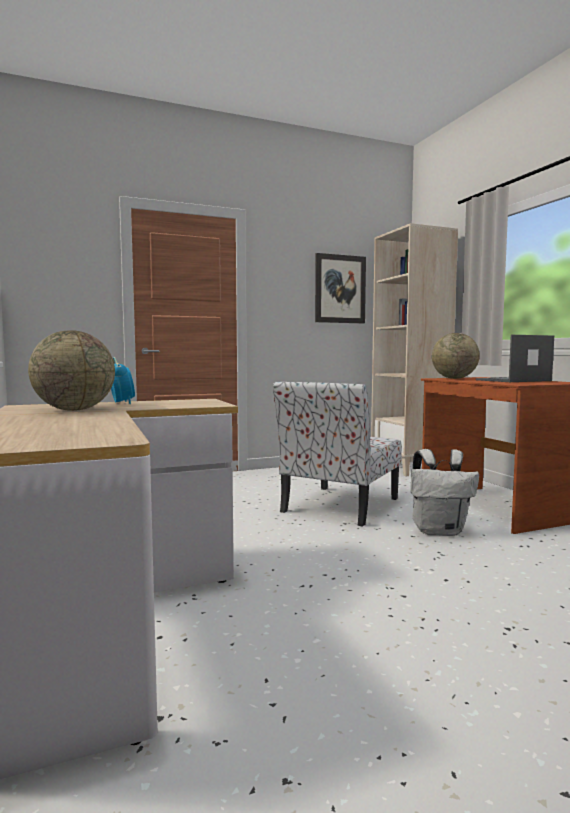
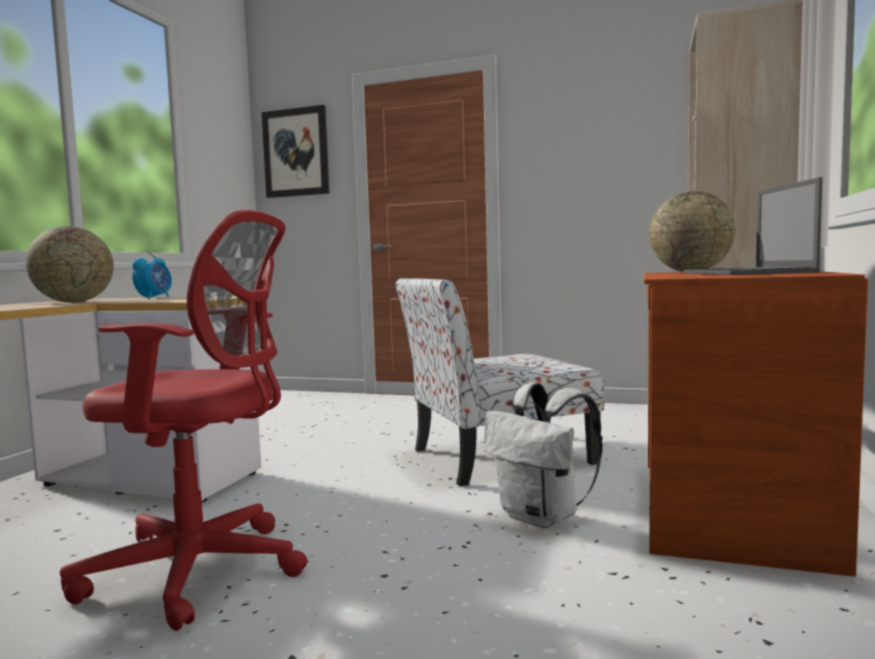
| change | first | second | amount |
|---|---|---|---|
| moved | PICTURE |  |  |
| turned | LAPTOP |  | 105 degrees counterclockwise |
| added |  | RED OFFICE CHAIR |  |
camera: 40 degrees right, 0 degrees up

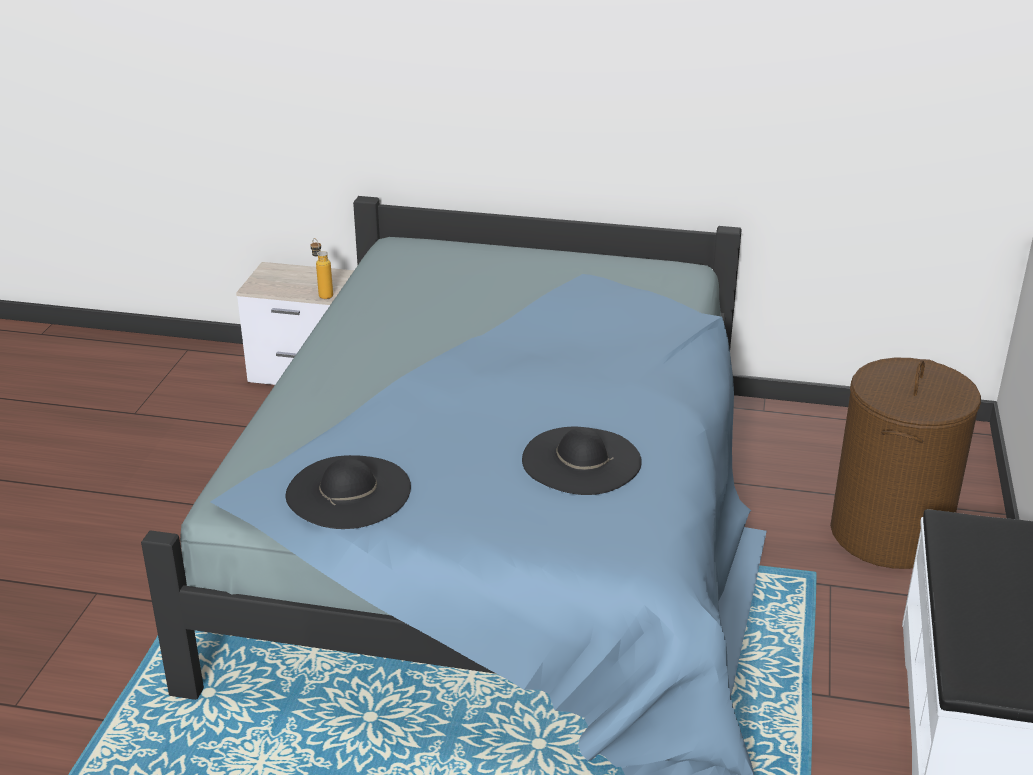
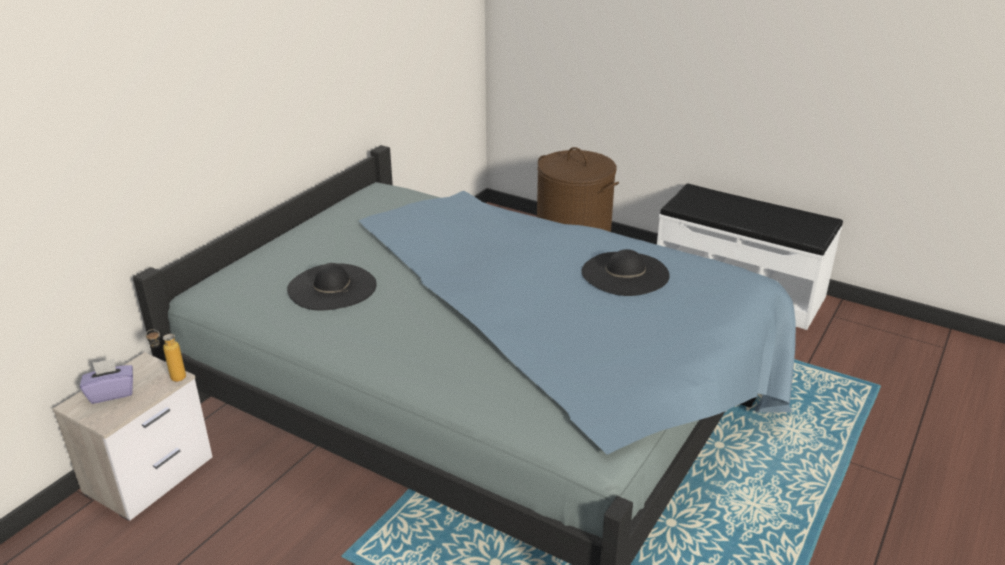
| change | first | second | amount |
|---|---|---|---|
| moved | BLACK HAT (1st from left) |  |  |
| added |  | PURPLE TISSUE BOX |  |
camera: 70 degrees left, 0 degrees up

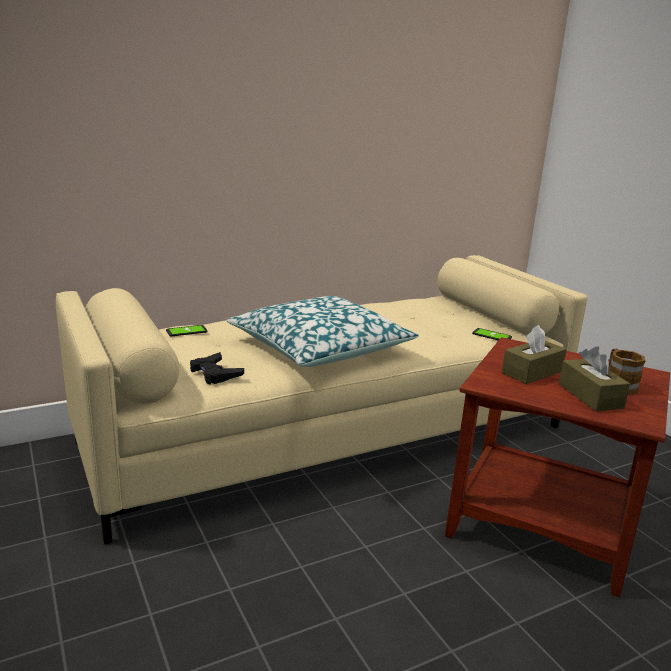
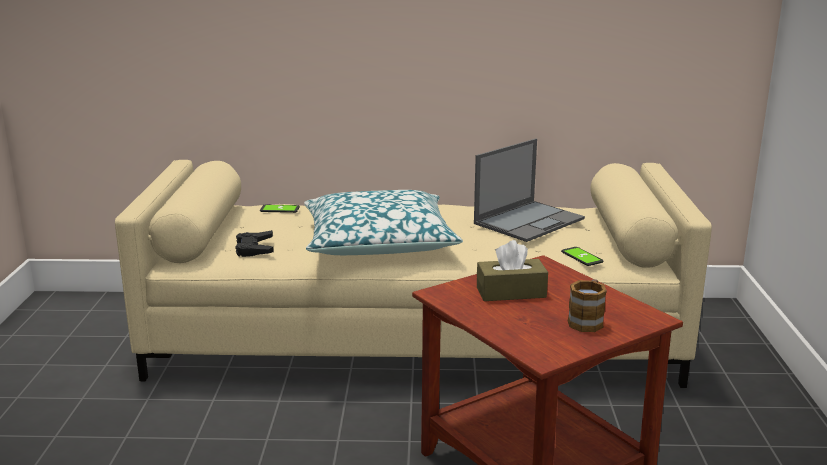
| change | first | second | amount |
|---|---|---|---|
| removed | BROWN TISSUE BOX (2nd from left) |  |  |
| added |  | LAPTOP |  |
camera: 30 degrees right, 0 degrees up

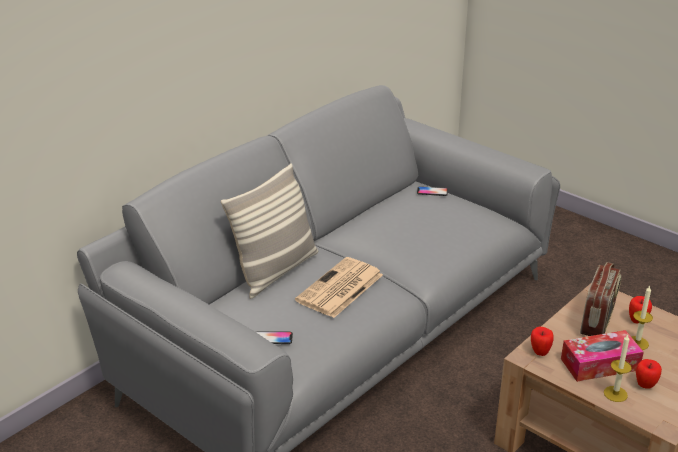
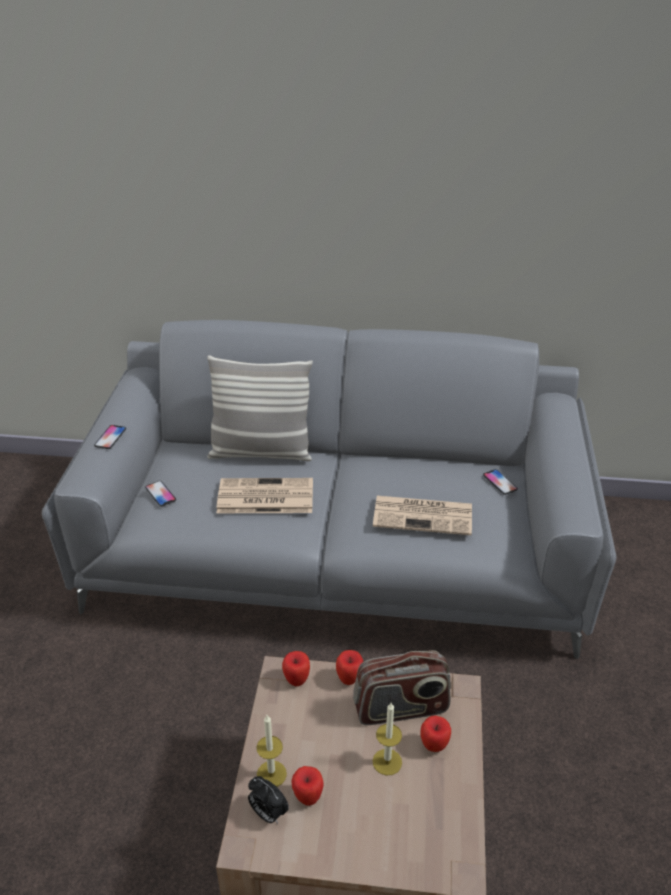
| change | first | second | amount |
|---|---|---|---|
| removed | TISSUE BOX |  |  |
| added |  | PHONE (1st from left) |  |
| added |  | ALARM CLOCK |  |
| added |  | APPLE (3rd from left) |  |
| added |  | NEWSPAPER (2nd from left) |  |
camera: 55 degrees right, 5 degrees up

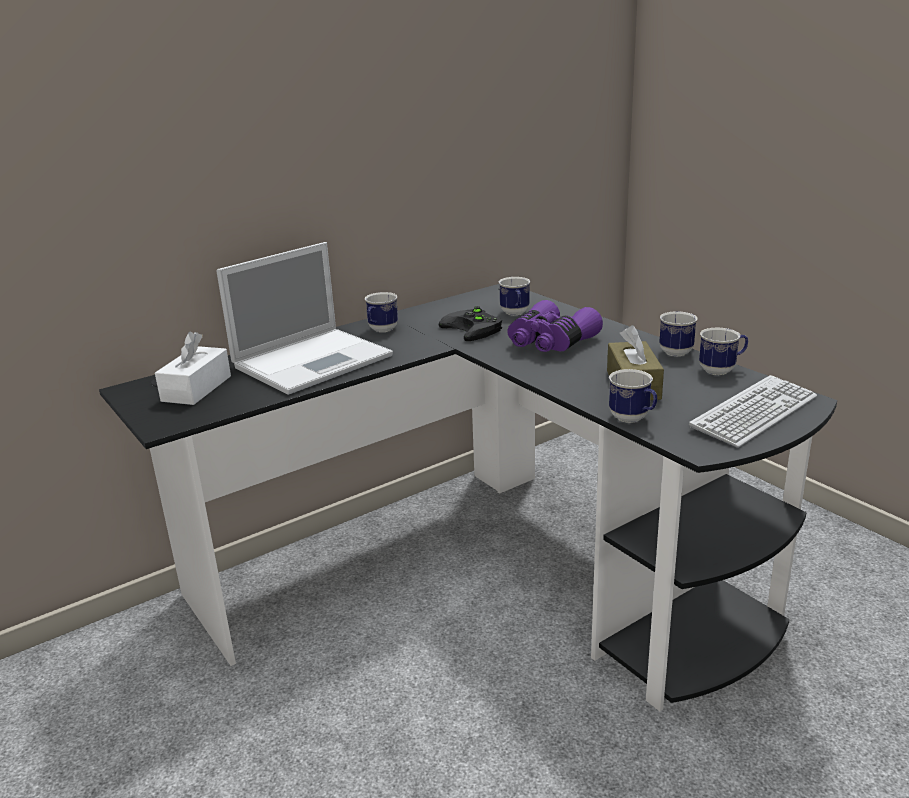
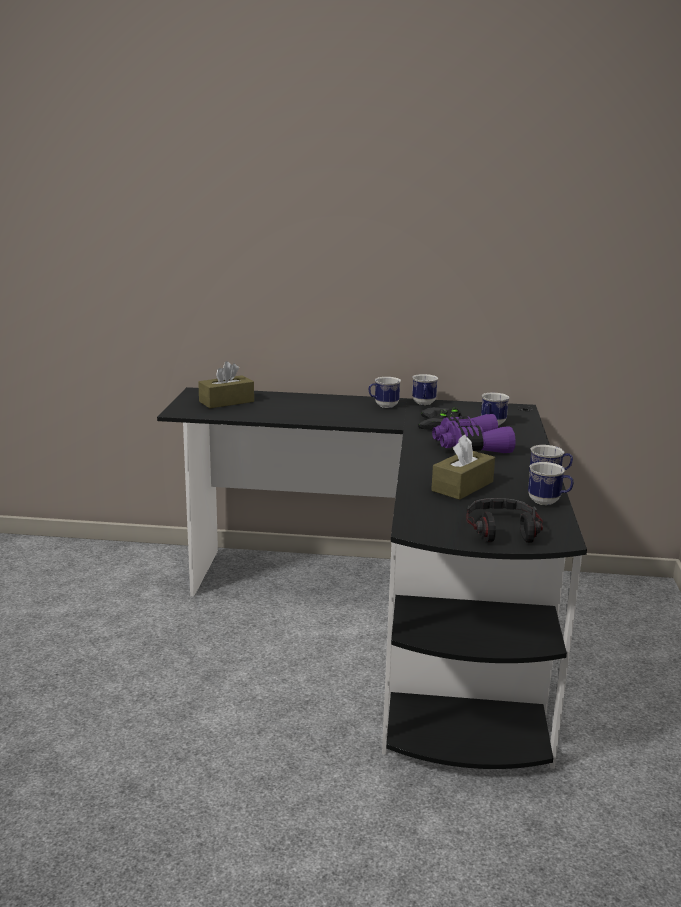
| change | first | second | amount |
|---|---|---|---|
| recoloured | WHITE TISSUE BOX | BROWN TISSUE BOX (1st from left) |  |
| removed | LAPTOP |  |  |
| moved | MUG (3rd from left in the first image) | MUG (2nd from left) |  |
| replaced | KEYBOARD | HEADPHONES |  |
camera: 40 degrees right, 5 degrees down

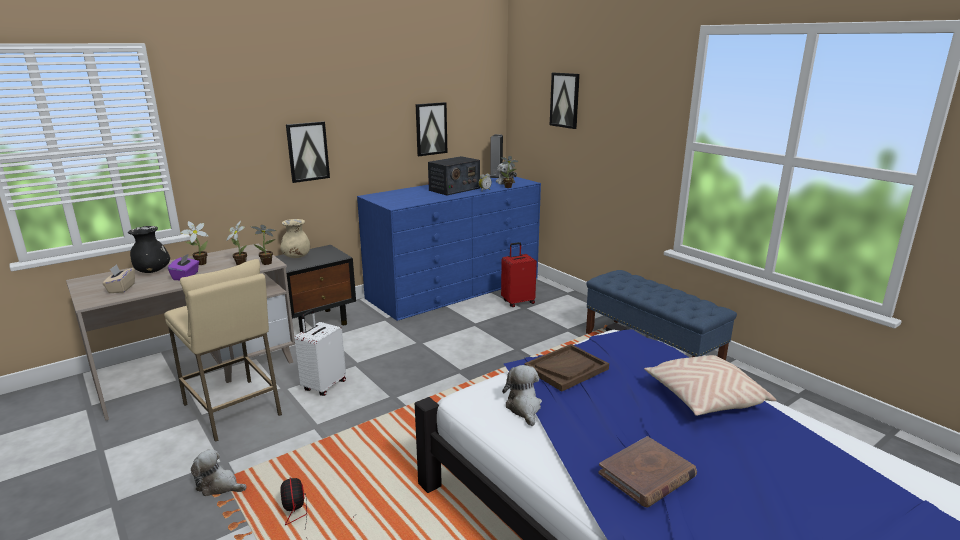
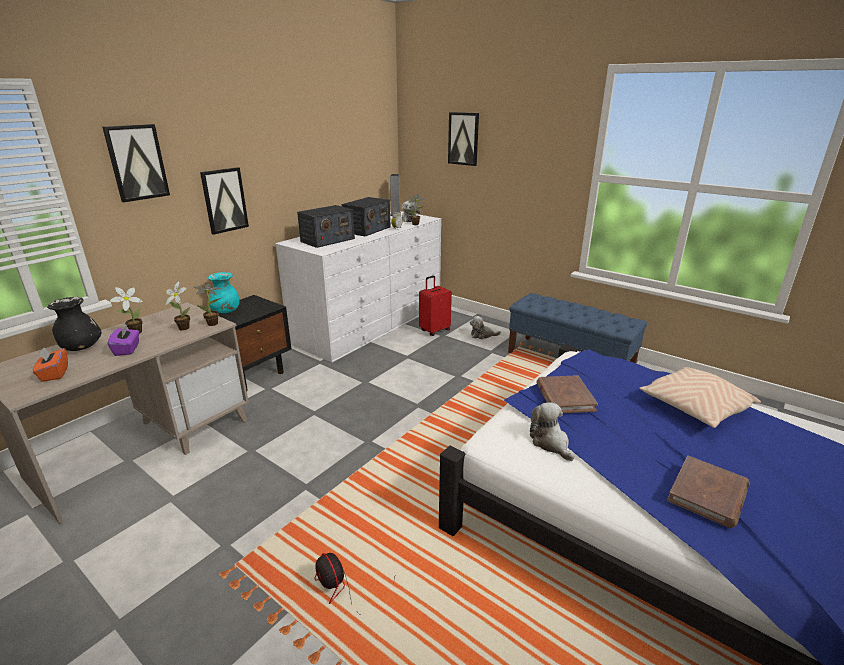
| change | first | second | amount |
|---|---|---|---|
| recoloured | BEIGE TISSUE BOX | ORANGE TISSUE BOX |  |
| removed | BEIGE STOOL |  |  |
| moved | PLUSH TOY (1st from left in the first image) | PLUSH TOY (2nd from left) |  |
| recoloured | BEIGE VASE | TURQUOISE VASE |  |
| removed | WHITE SUITCASE |  |  |
| recoloured | BLUE DRESSER | WHITE DRESSER |  |
| moved | PICTURE (2nd from left in the first image) | PICTURE (1st from left) |  |
| replaced | BROWN TRAY | BROWN BOOK (1st from left) |  |
| added |  | RADIO (1st from left) |  |
camera: 15 degrees left, 5 degrees up

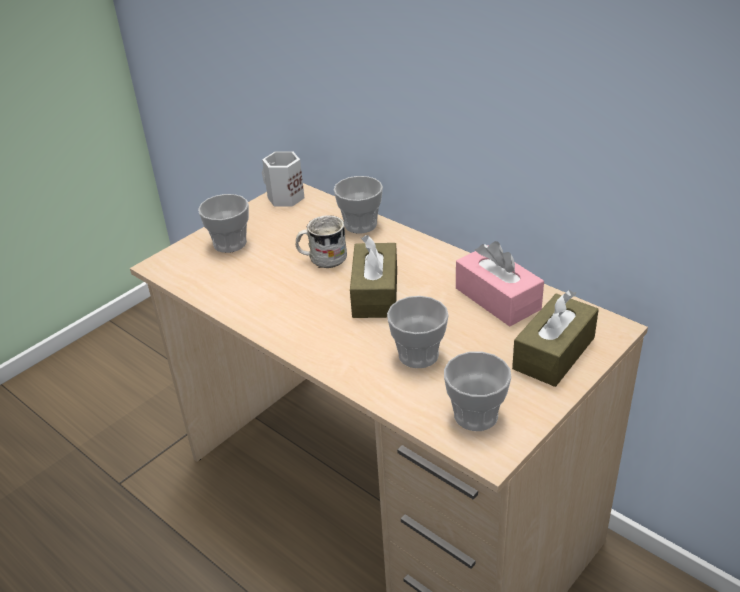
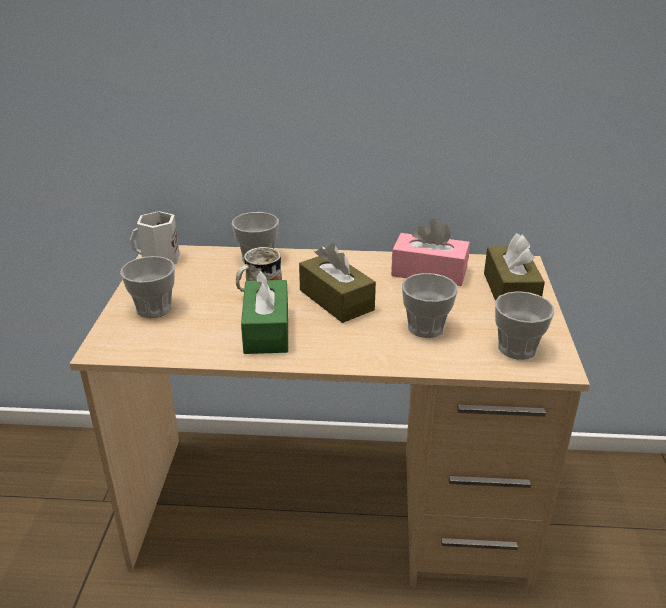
| change | first | second | amount |
|---|---|---|---|
| added |  | GREEN TISSUE BOX |  |
camera: 40 degrees left, 5 degrees down

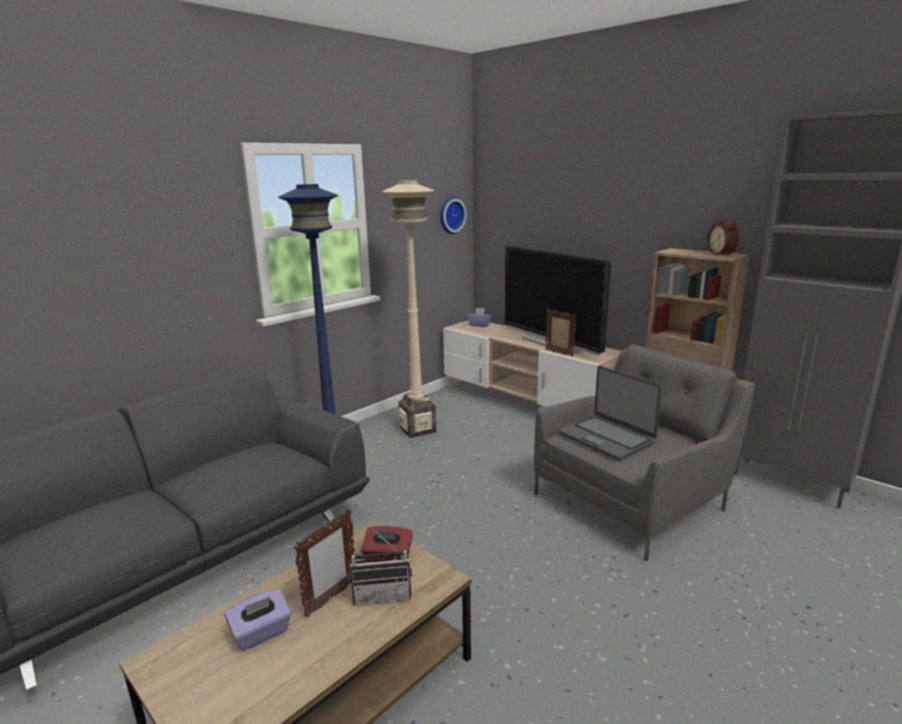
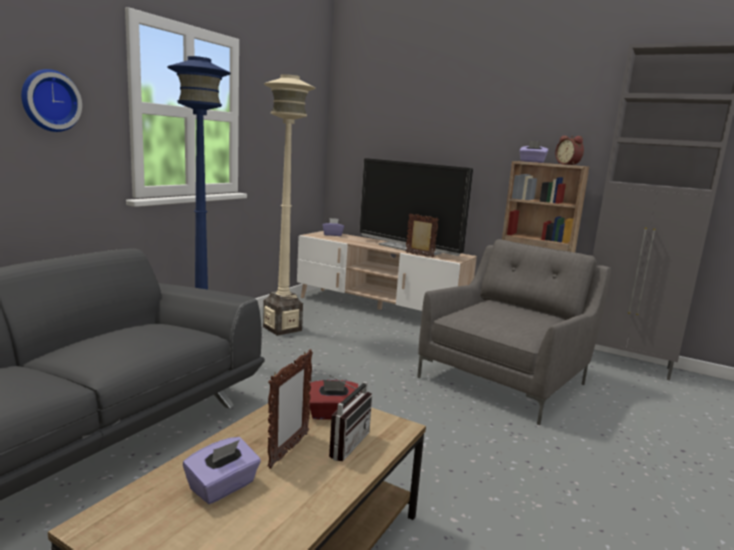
| change | first | second | amount |
|---|---|---|---|
| turned | RADIO |  | 45 degrees counterclockwise |
| moved | WALL CLOCK |  |  |
| removed | LAPTOP |  |  |
| added |  | PURPLE TISSUE BOX (3rd from left) |  |
camera: 15 degrees left, 5 degrees down

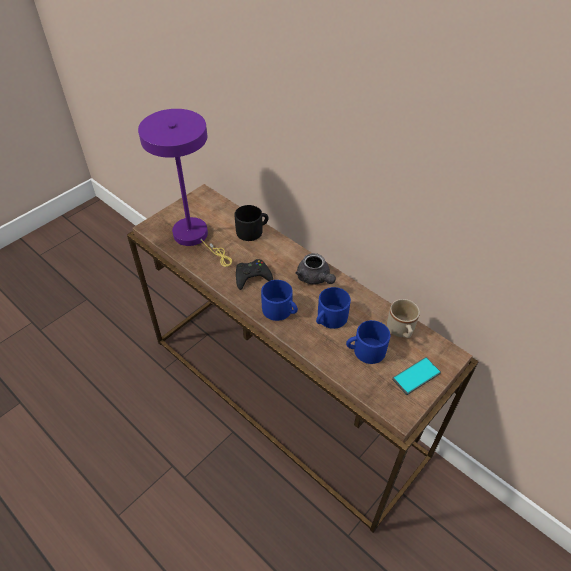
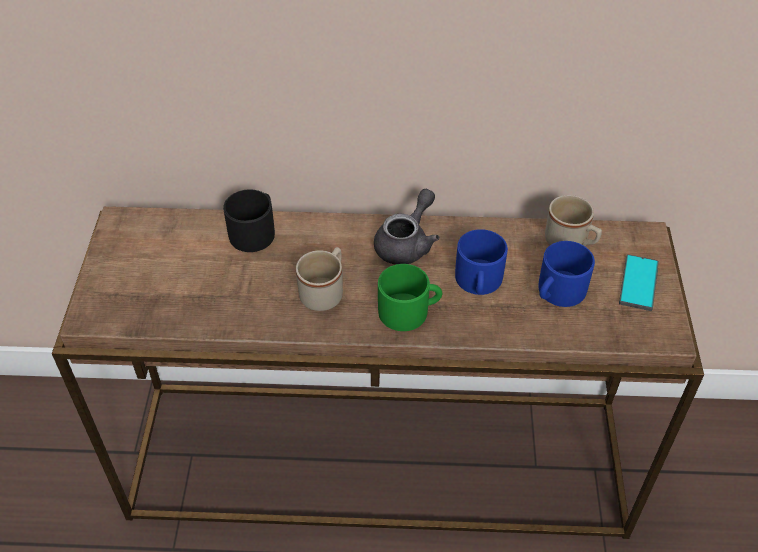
| change | first | second | amount |
|---|---|---|---|
| removed | PURPLE TABLE LAMP |  |  |
| replaced | BLACK GAME CONTROLLER | BEIGE MUG (1st from left) |  |
| recoloured | BLUE MUG (1st from left) | GREEN MUG |  |
| turned | GREY TEAPOT |  | 75 degrees counterclockwise |
camera: 40 degrees left, 0 degrees up

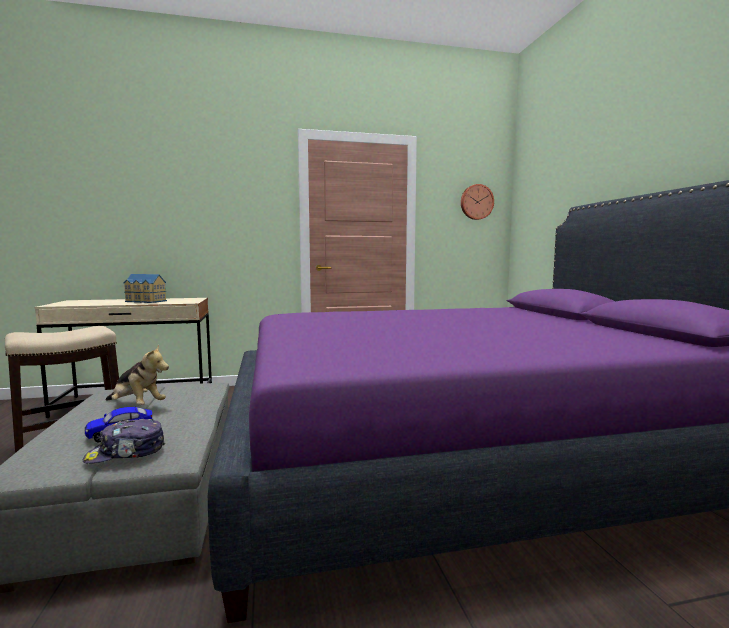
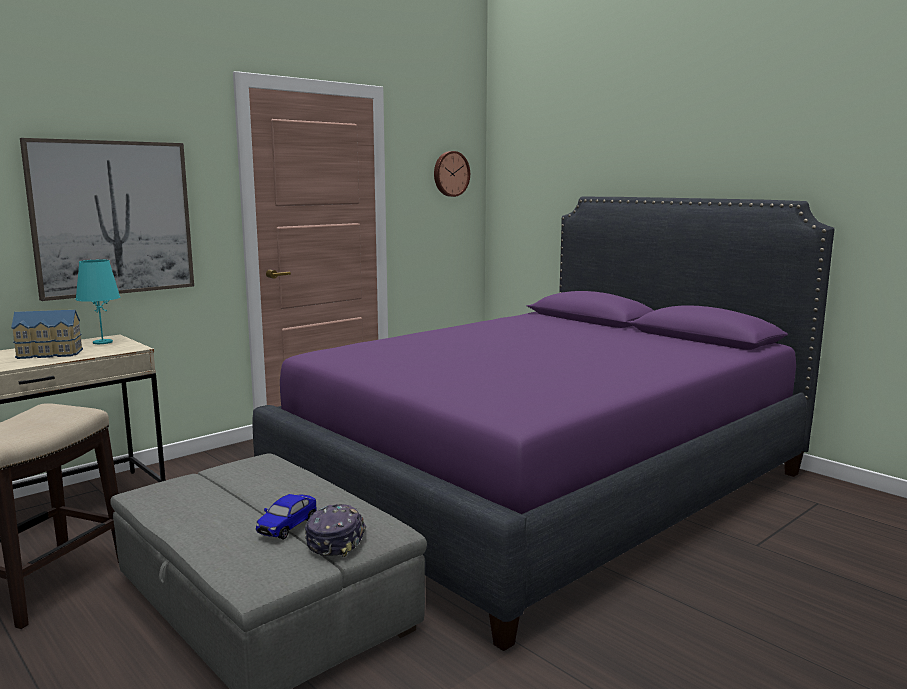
| change | first | second | amount |
|---|---|---|---|
| turned | CAP |  | 150 degrees clockwise |
| removed | PLUSH TOY |  |  |
| added |  | PICTURE |  |
| added |  | TURQUOISE TABLE LAMP |  |
camera: 30 degrees left, 5 degrees up

